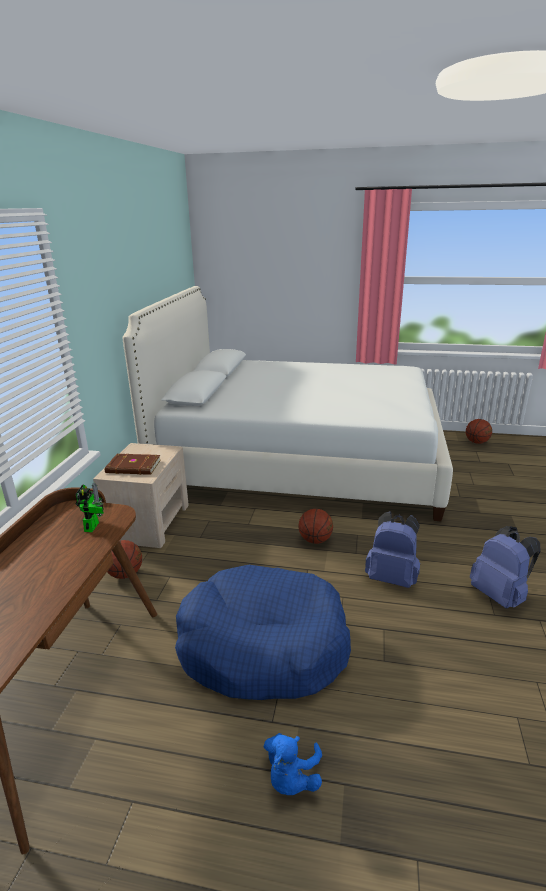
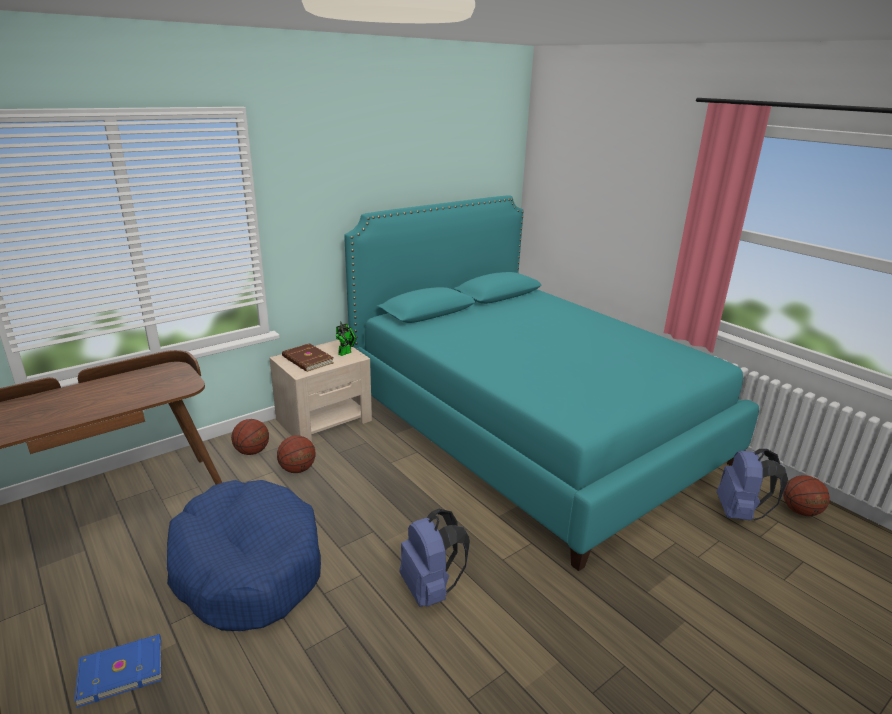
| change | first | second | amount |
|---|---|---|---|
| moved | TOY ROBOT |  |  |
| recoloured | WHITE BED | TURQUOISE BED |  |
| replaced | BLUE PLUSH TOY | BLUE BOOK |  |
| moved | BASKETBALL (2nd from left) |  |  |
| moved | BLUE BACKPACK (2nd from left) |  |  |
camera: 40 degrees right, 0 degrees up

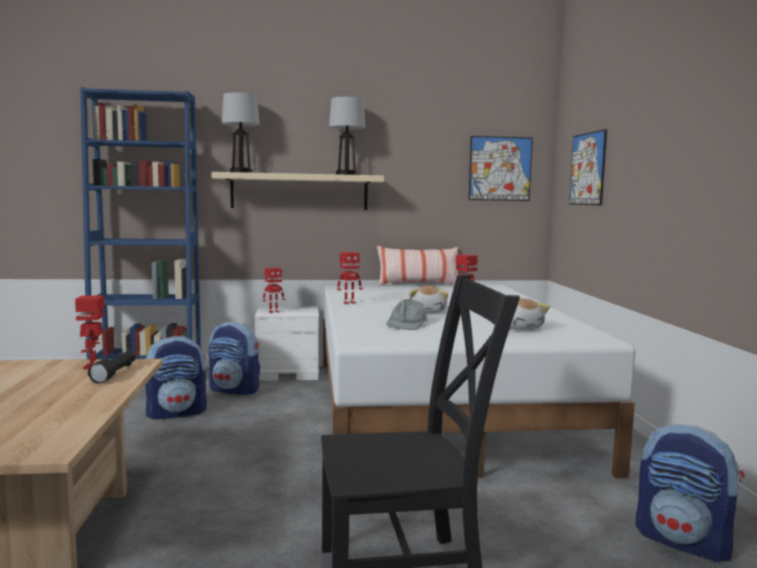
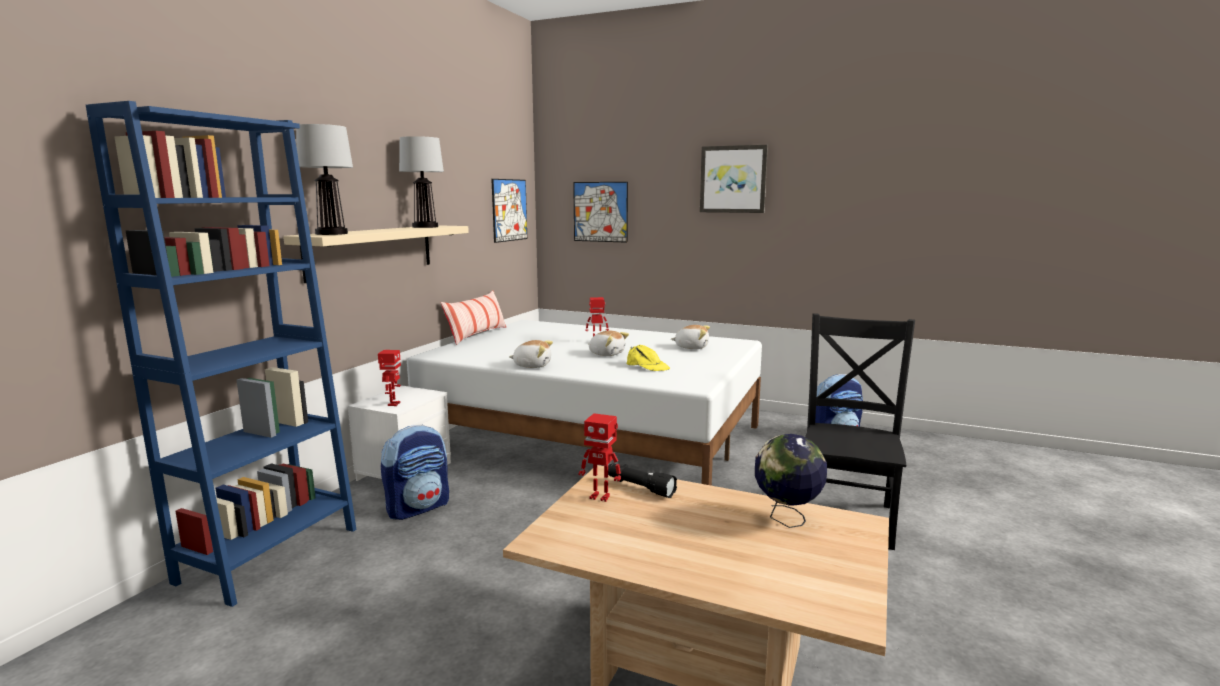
| change | first | second | amount |
|---|---|---|---|
| removed | BACKPACK (1st from left) |  |  |
| replaced | TOY ROBOT (3rd from left) | PLUSH TOY (1st from left) |  |
| recoloured | GREY CAP | YELLOW CAP |  |
| added |  | PICTURE (3rd from left) |  |
| added |  | GLOBE |  |
camera: 60 degrees left, 5 degrees up

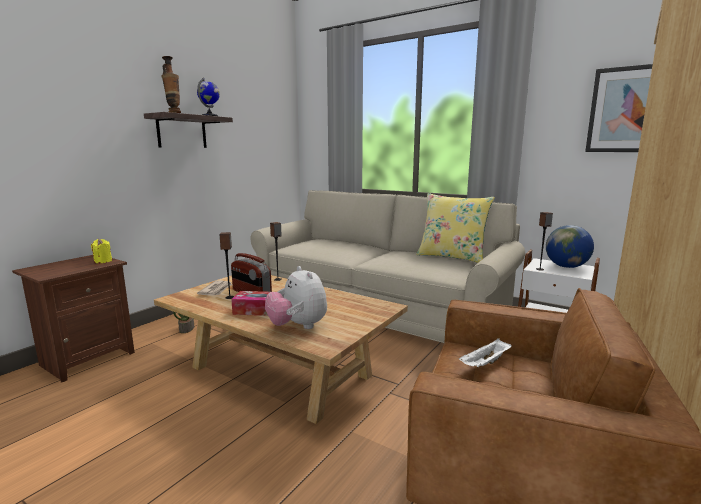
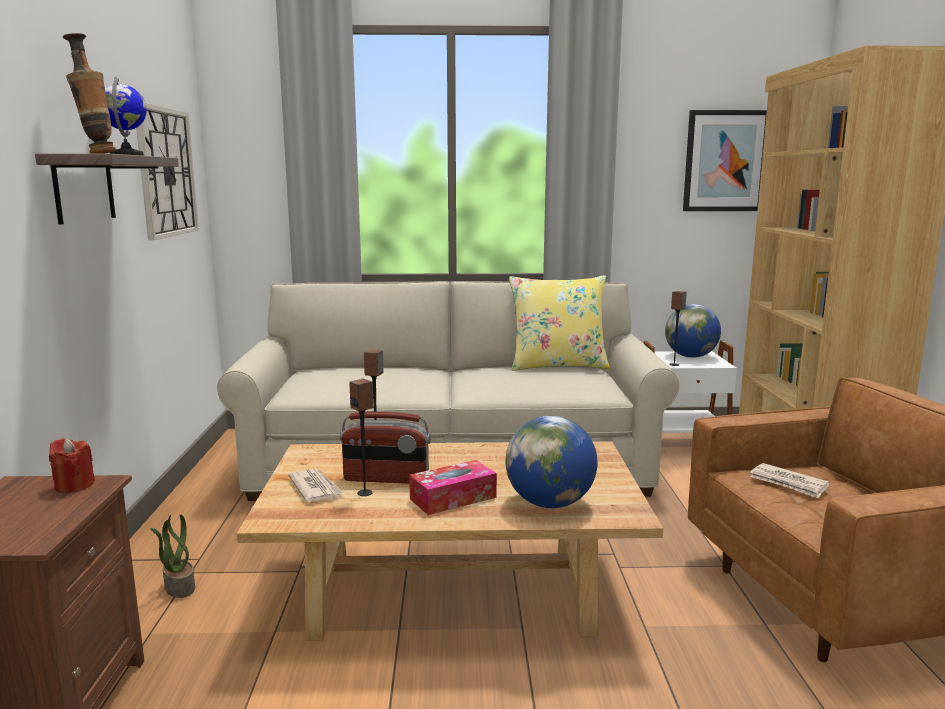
| change | first | second | amount |
|---|---|---|---|
| recoloured | YELLOW CANDLE | RED CANDLE |  |
| replaced | PLUSH TOY | GLOBE (2nd from left) |  |
| replaced | WHITE TRAY | NEWSPAPER (2nd from left) |  |
| added |  | WALL CLOCK |  |
camera: 35 degrees left, 0 degrees up

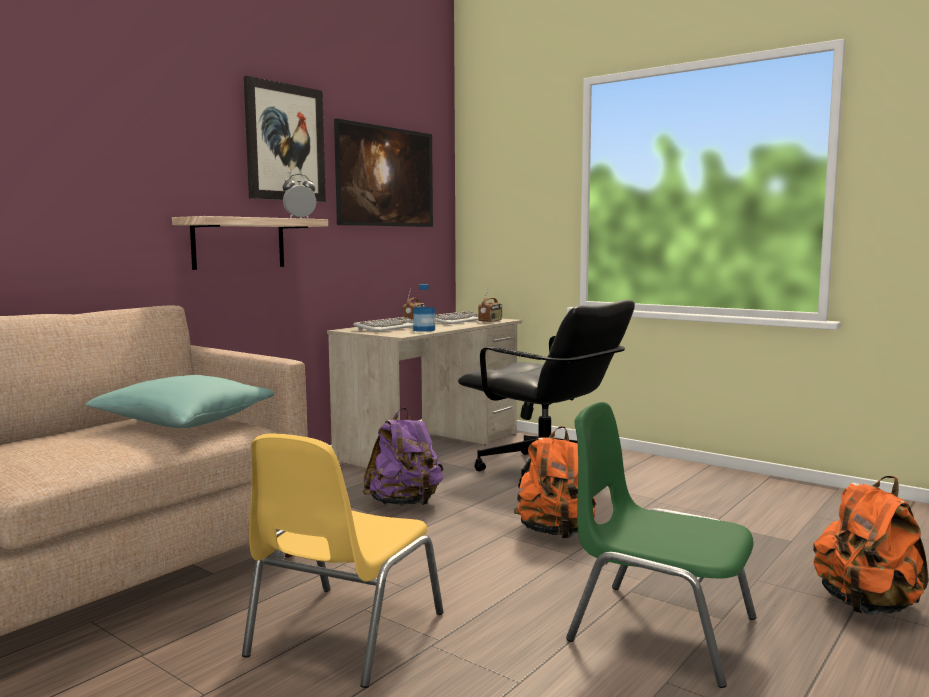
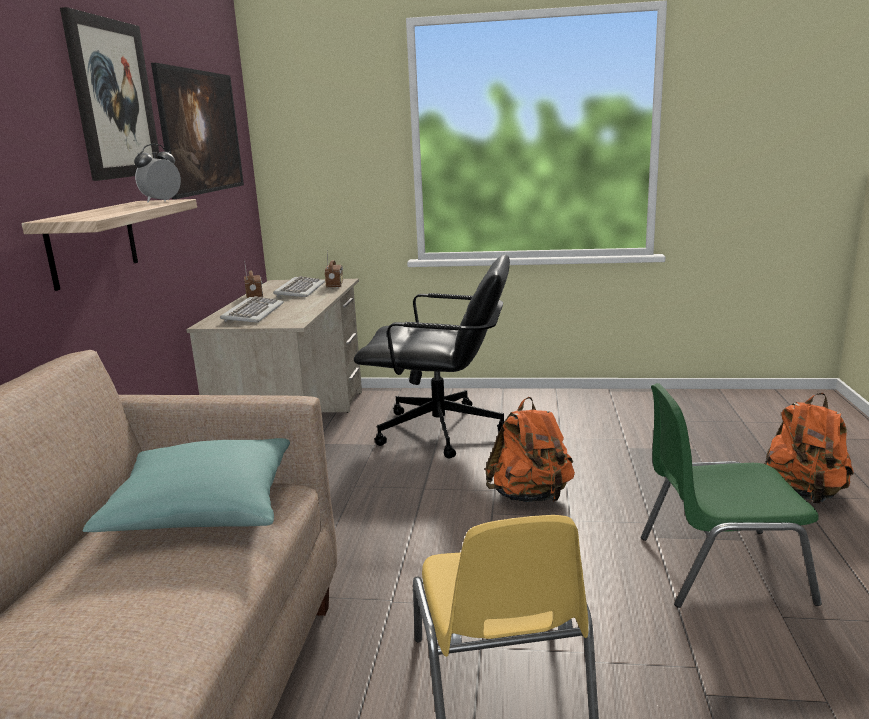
| change | first | second | amount |
|---|---|---|---|
| removed | PURPLE BACKPACK |  |  |
| removed | BOTTLE |  |  |
camera: 30 degrees left, 10 degrees up

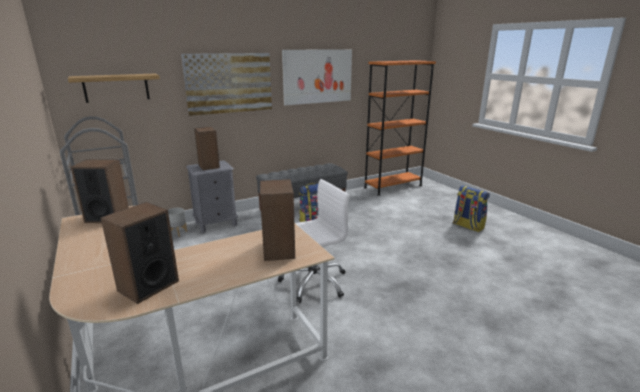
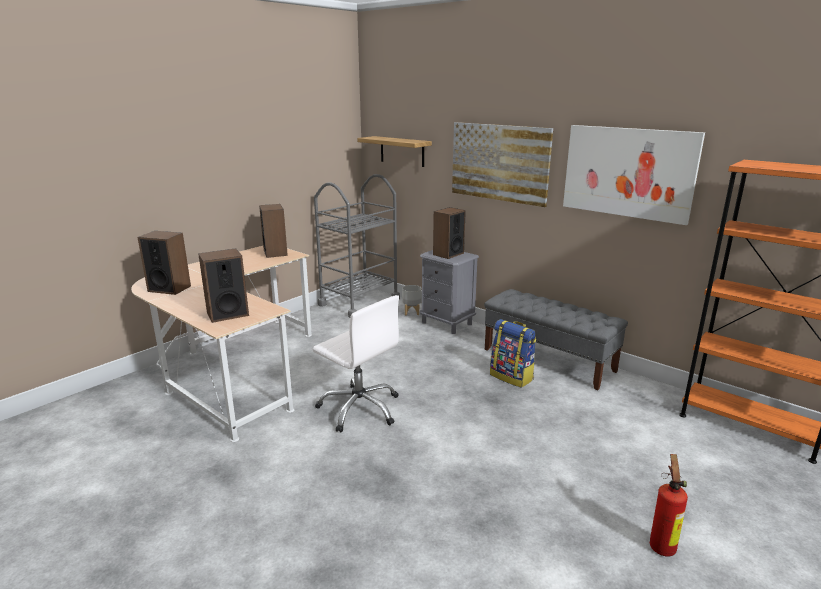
| change | first | second | amount |
|---|---|---|---|
| replaced | BACKPACK (2nd from left) | FIRE EXTINGUISHER |  |
camera: 70 degrees right, 0 degrees up

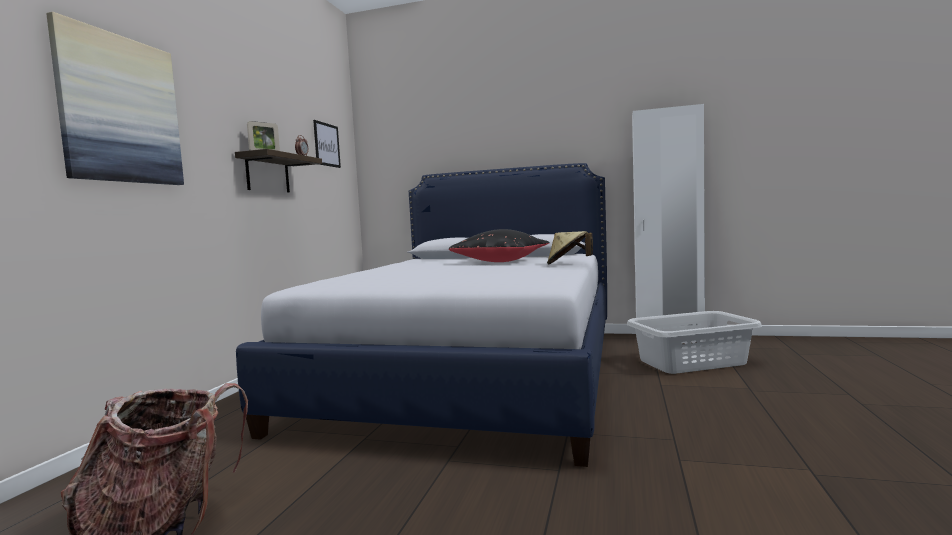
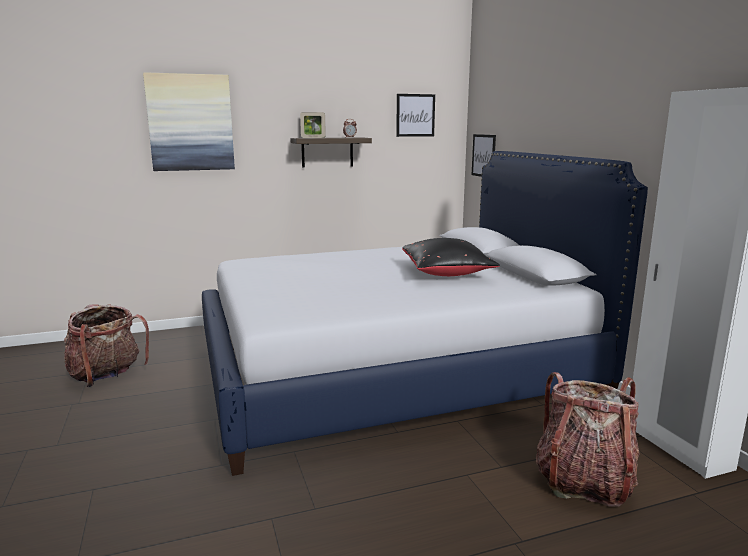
| change | first | second | amount |
|---|---|---|---|
| removed | BEIGE HAT |  |  |
| replaced | GREY LAUNDRY BASKET | BACKPACK (2nd from left) |  |
| added |  | PICTURE (3rd from left) |  |
camera: 55 degrees right, 10 degrees up

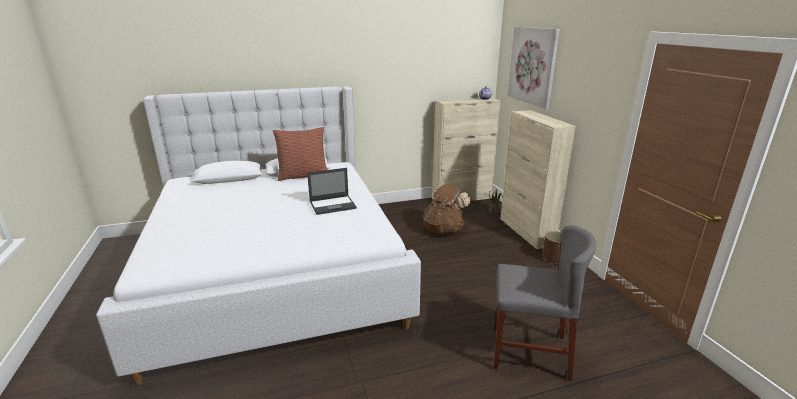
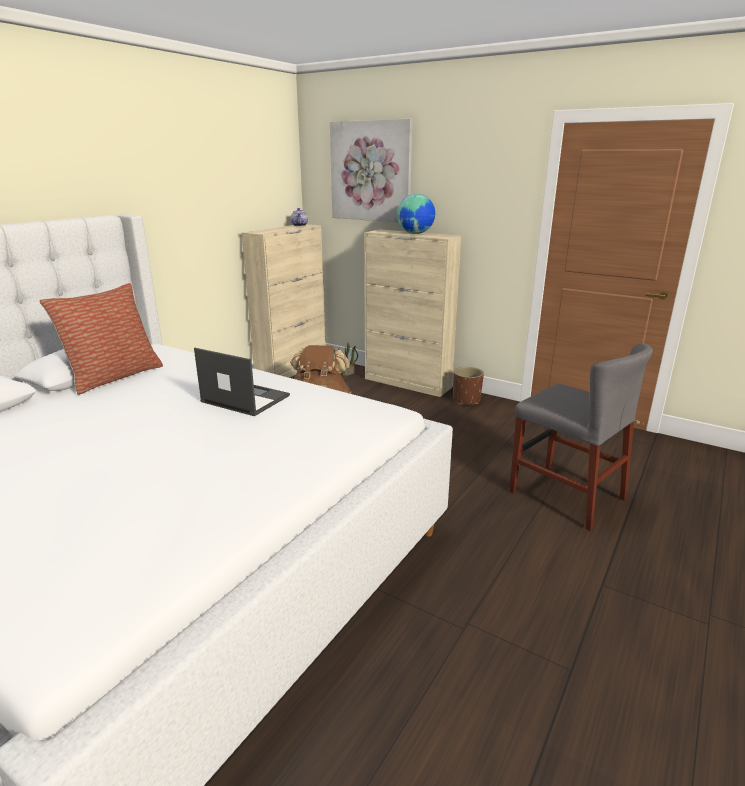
| change | first | second | amount |
|---|---|---|---|
| turned | LAPTOP |  | 90 degrees counterclockwise |
| turned | GREY CHAIR |  | 75 degrees clockwise |
| added |  | GLOBE |  |
camera: 40 degrees left, 0 degrees up

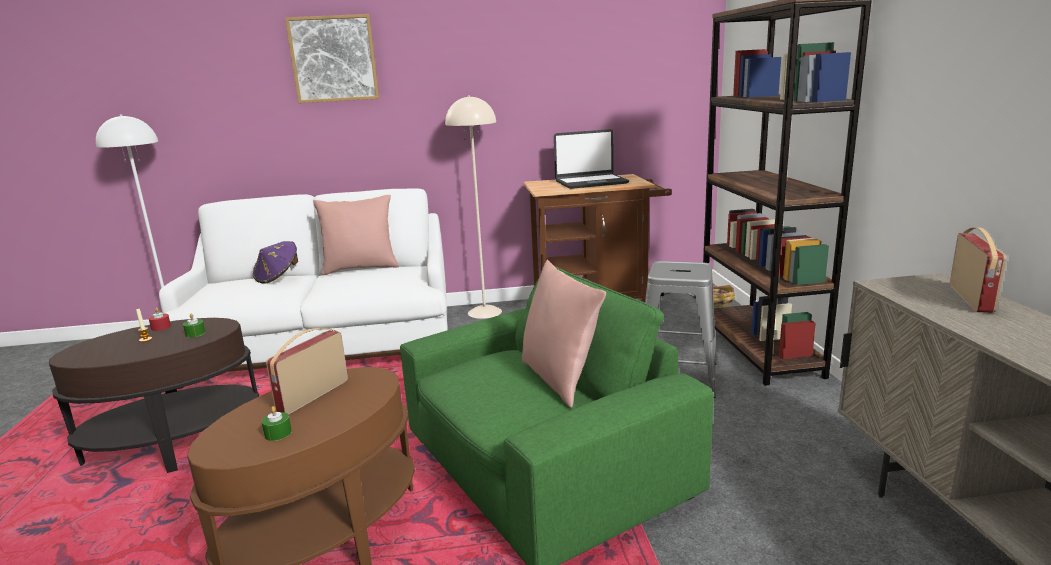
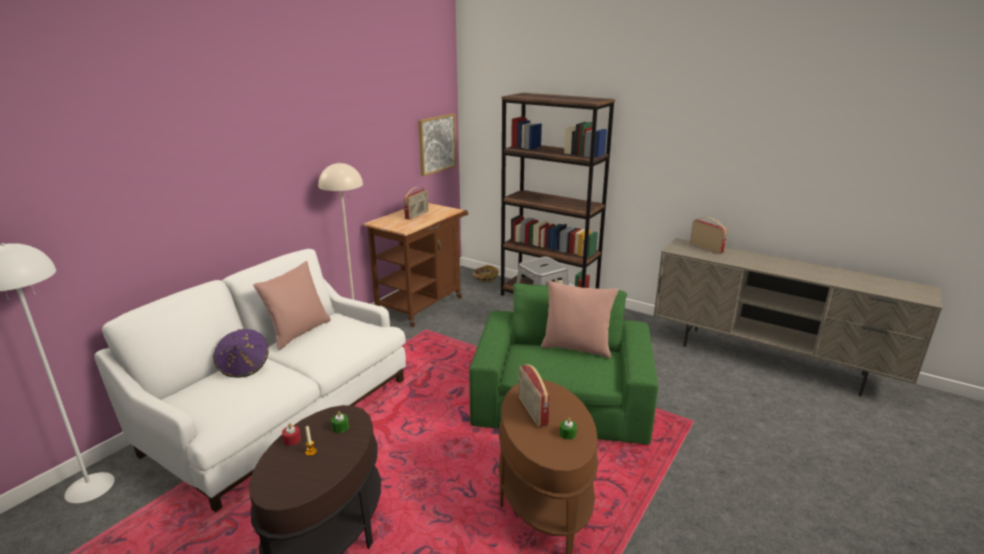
| change | first | second | amount |
|---|---|---|---|
| moved | PICTURE |  |  |
| replaced | LAPTOP | RADIO (1st from left) |  |
camera: 50 degrees left, 5 degrees up

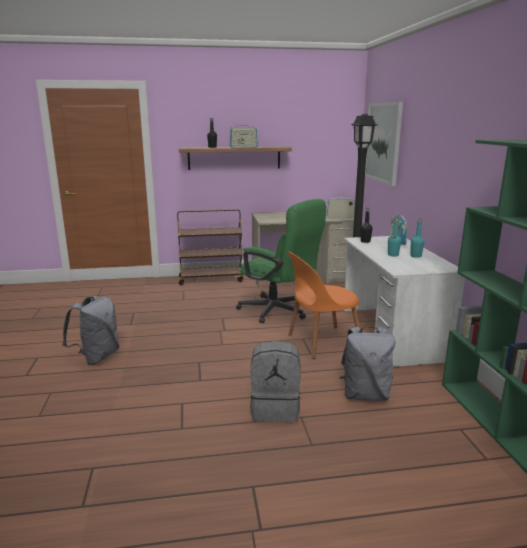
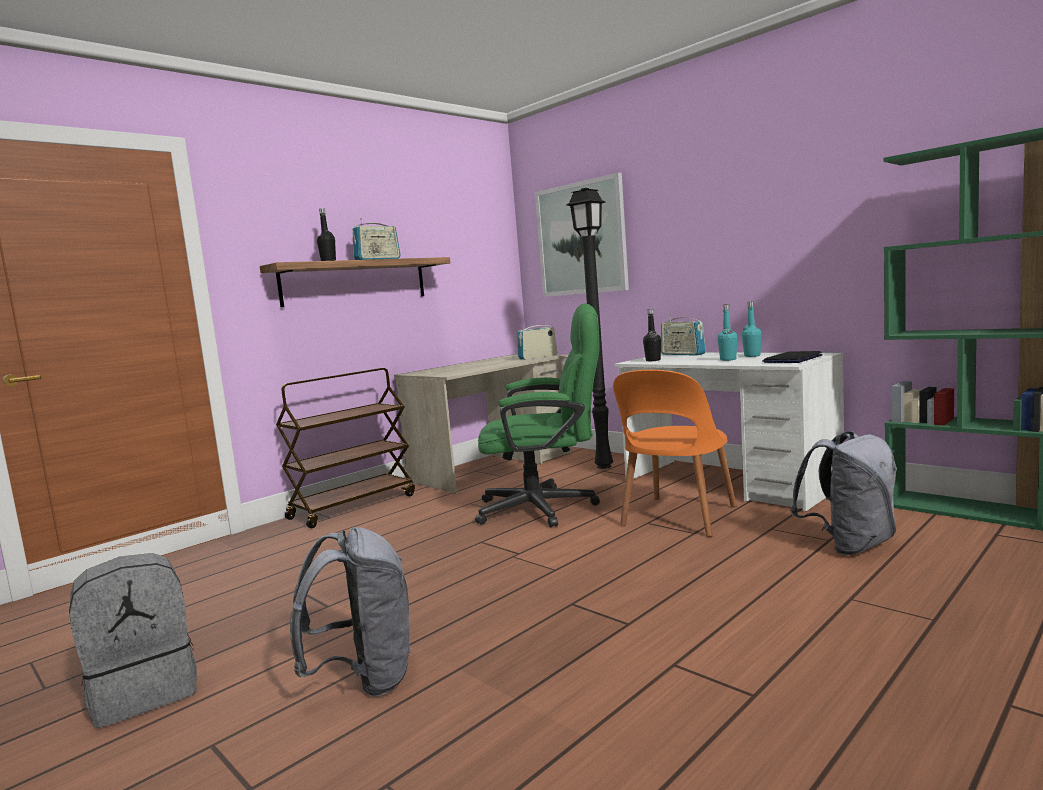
| change | first | second | amount |
|---|---|---|---|
| moved | GREY BACKPACK (2nd from left in the first image) | GREY BACKPACK (1st from left) |  |
| added |  | LAPTOP |  |
camera: 35 degrees left, 10 degrees down

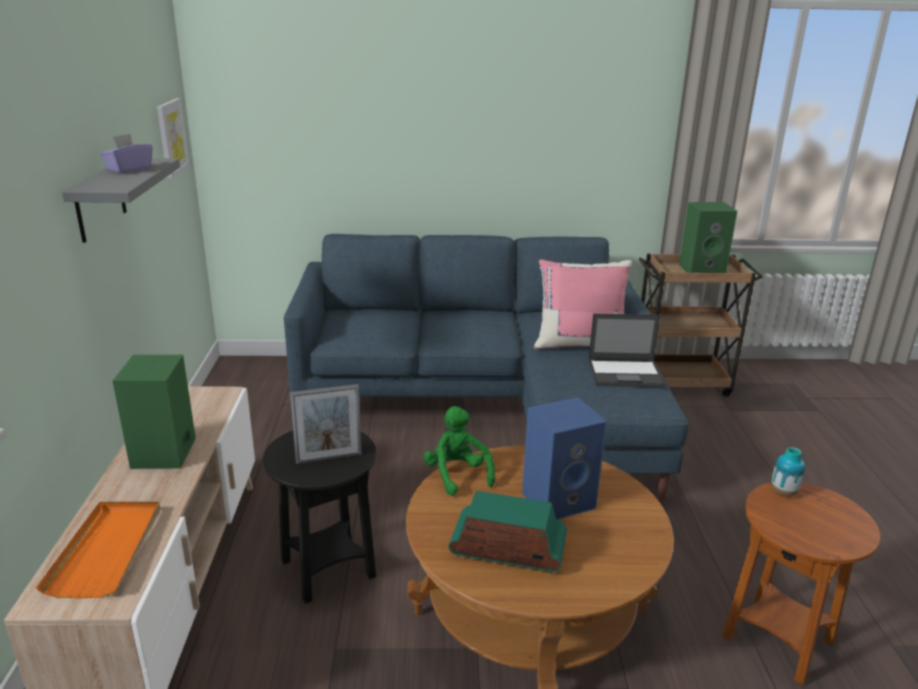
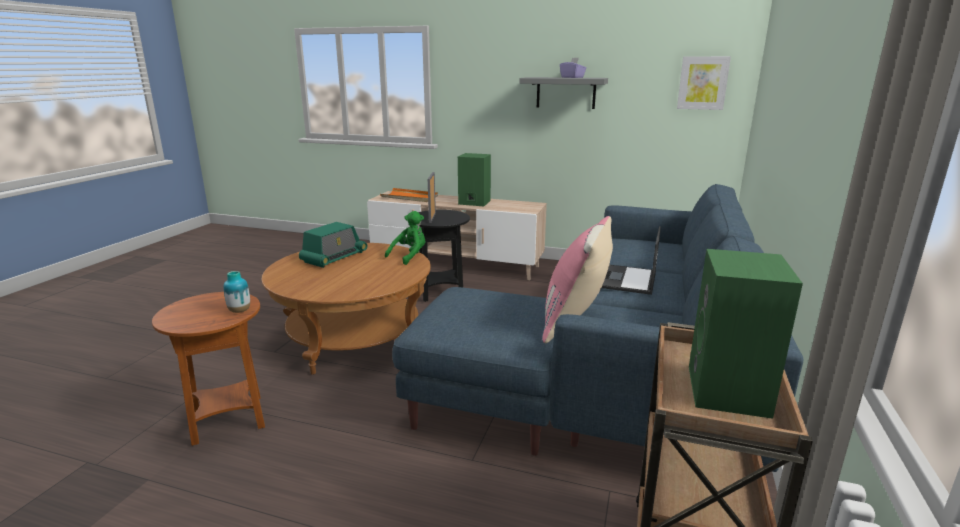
| change | first | second | amount |
|---|---|---|---|
| turned | GREEN PLUSH TOY |  | 45 degrees counterclockwise |
| removed | BLUE SPEAKER |  |  |
| moved | LAPTOP |  |  |
camera: 110 degrees right, 5 degrees down

